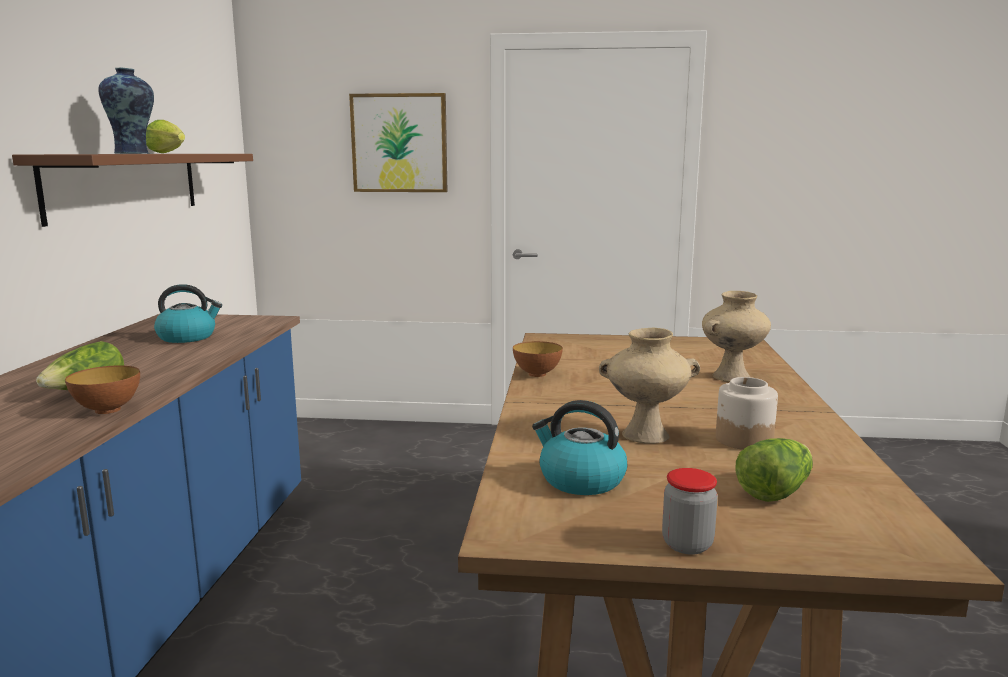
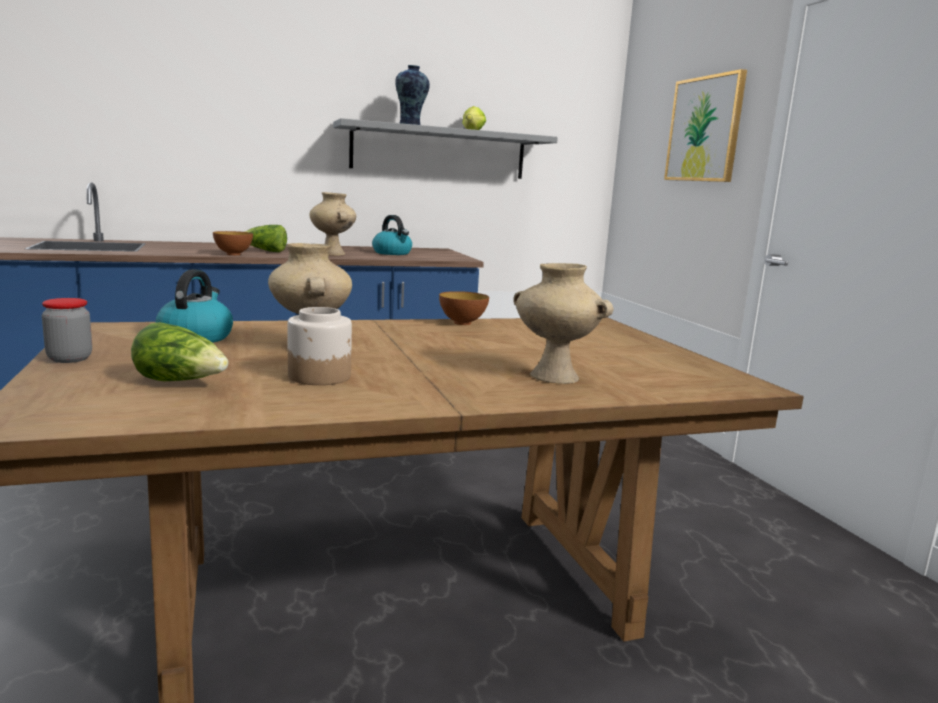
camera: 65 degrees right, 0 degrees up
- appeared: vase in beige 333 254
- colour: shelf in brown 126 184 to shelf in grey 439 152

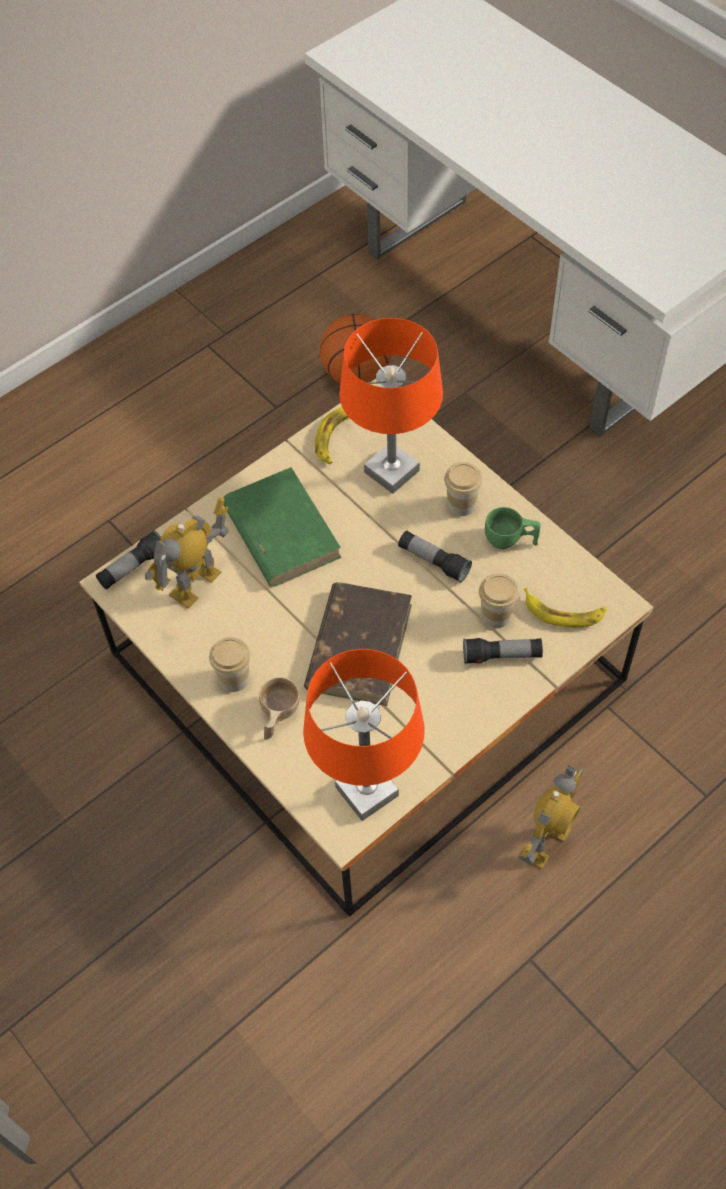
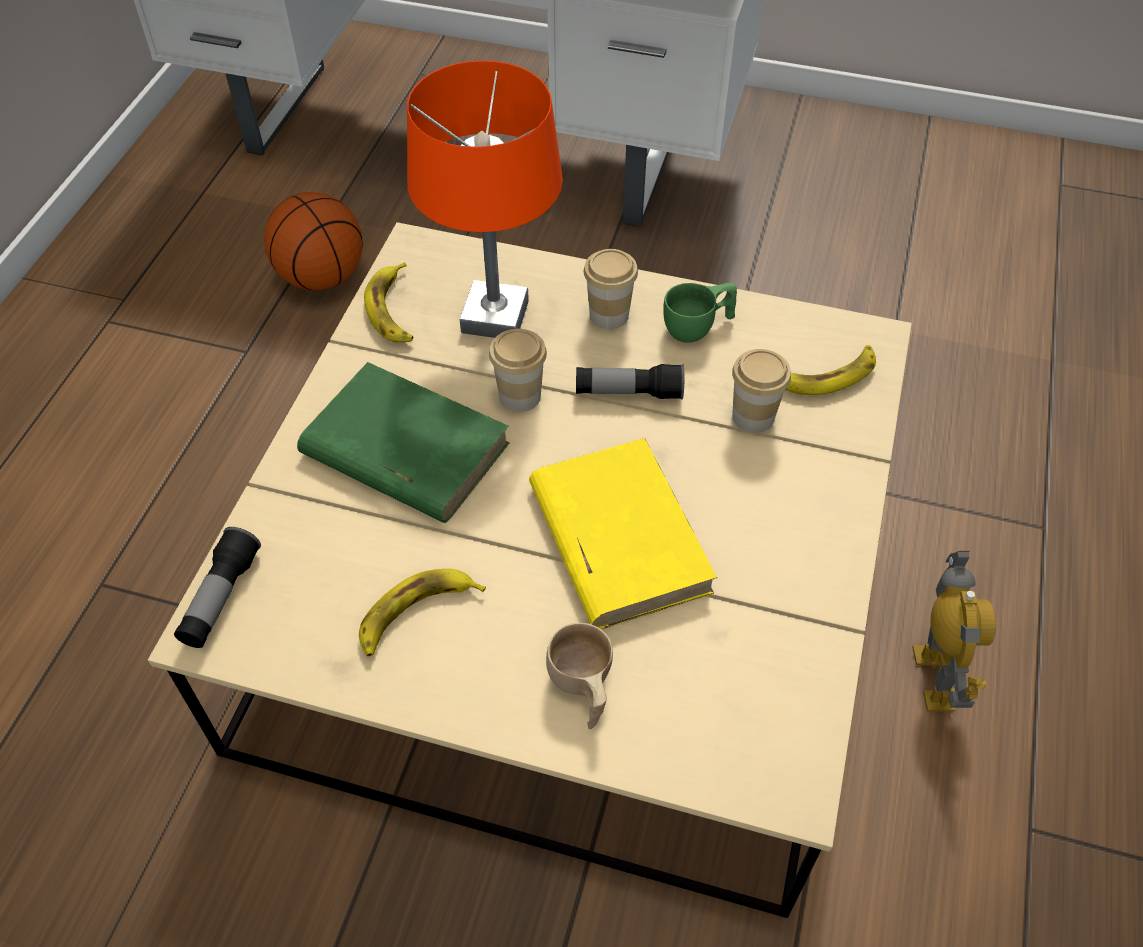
camera: 35 degrees left, 5 degrees down
- missing: toy robot 196 585
- missing: table lamp in orange 367 791
- missing: flashlight 502 656
- appeared: banana 416 614
- relocated: cup 234 678 to 520 396
- colour: book in brown 359 645 to book in yellow 618 537

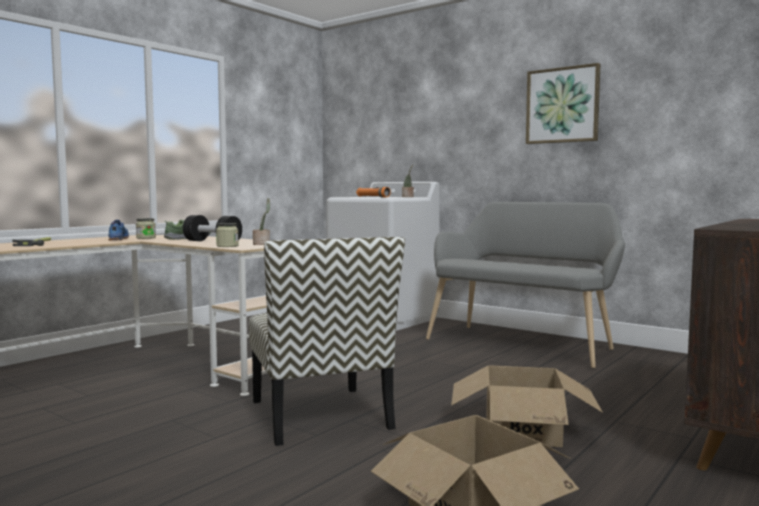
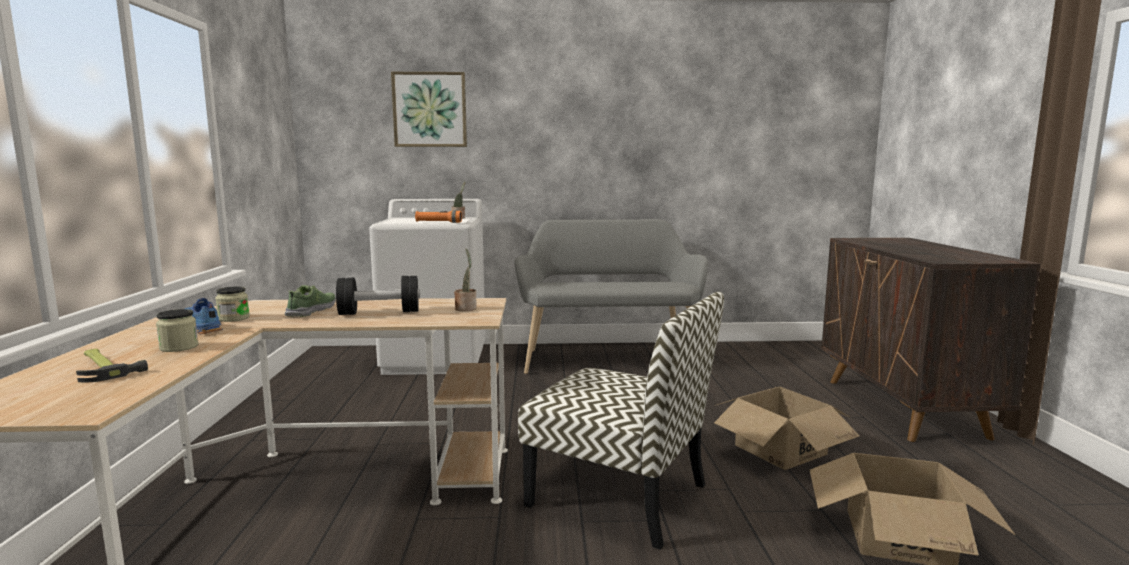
camera: 40 degrees left, 5 degrees up
- relocated: jar 227 246 to 179 347
- relocated: picture 562 105 to 430 110

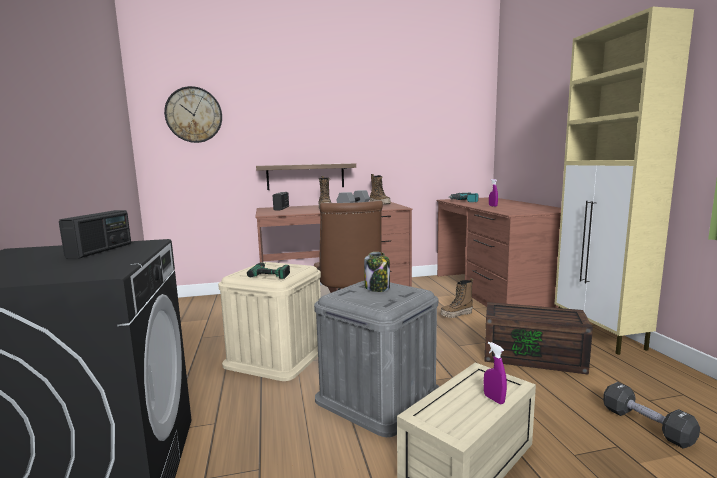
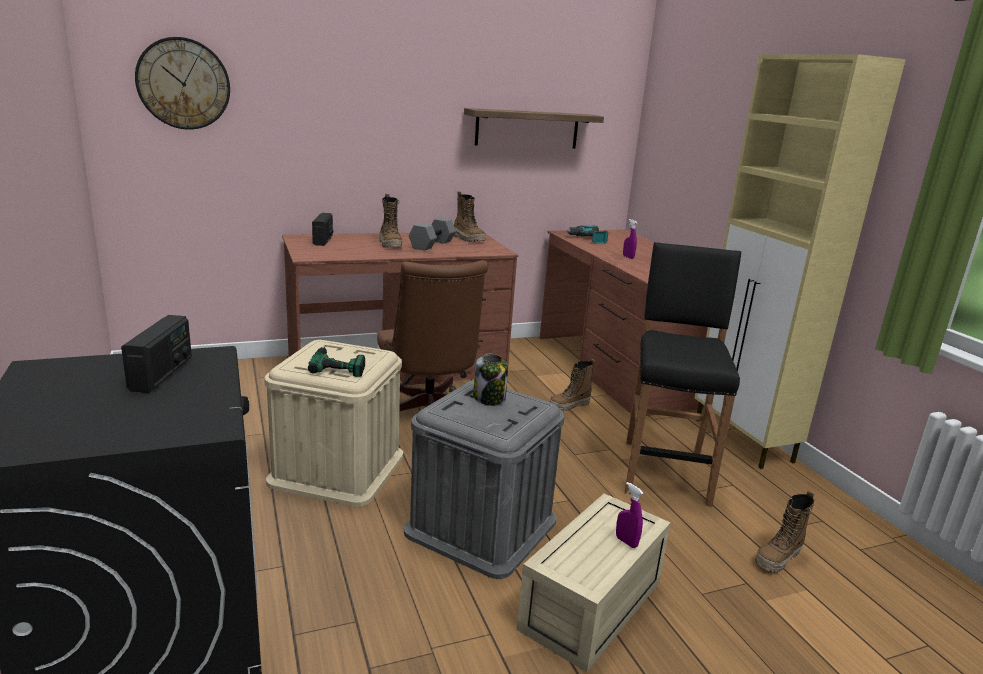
camera: 10 degrees left, 10 degrees up
- relocated: shelf 305 176 to 527 129
- exchanged: storage box in brown 534 356 to stool in black 665 470
- exchanged: dumbbell in black 646 425 to boot 778 559

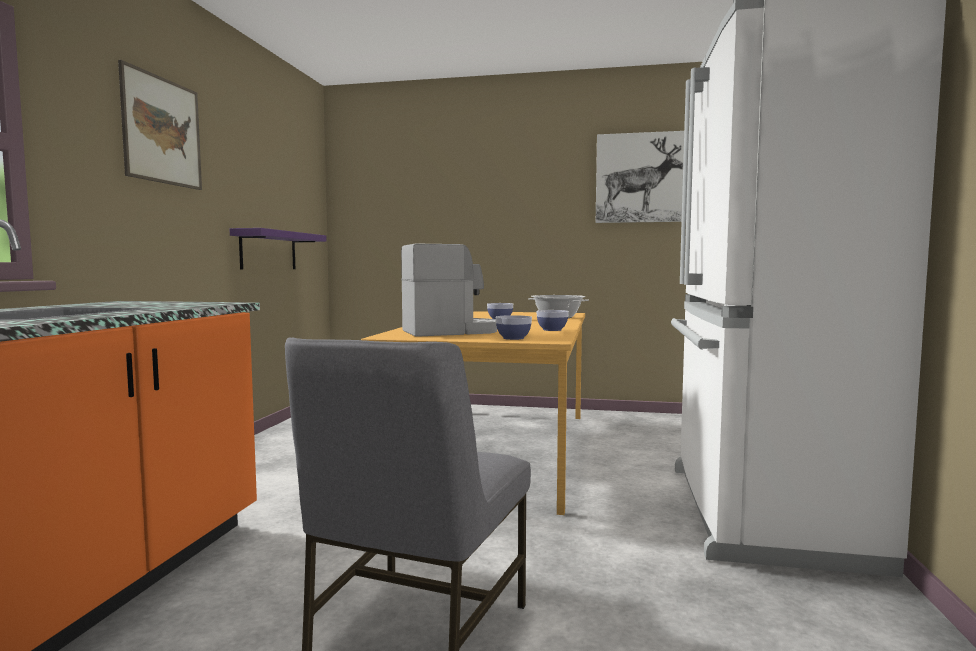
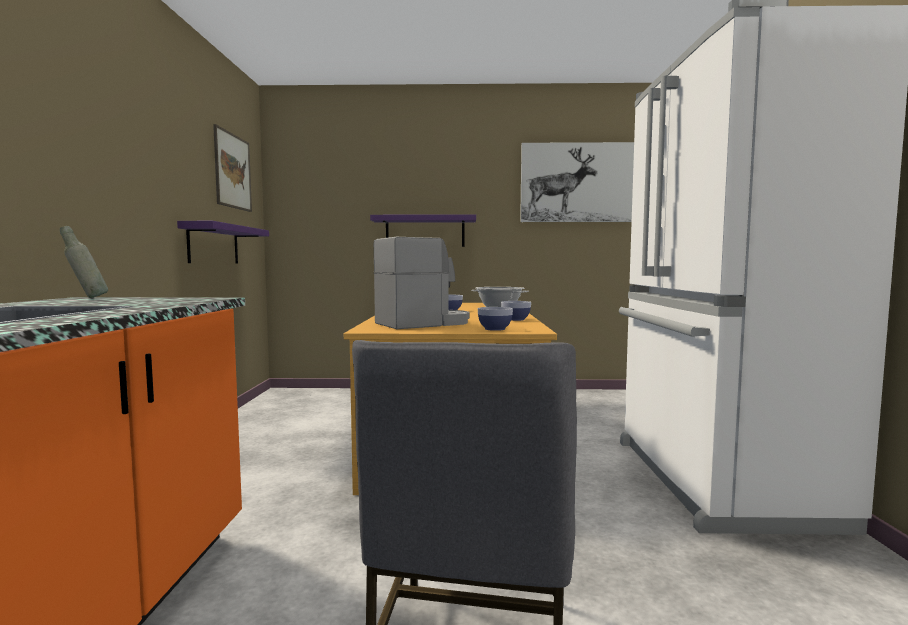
camera: 10 degrees left, 0 degrees up
- appeared: bottle in grey 86 298
- appeared: shelf in purple 425 231
- relocated: picture 162 131 to 233 171

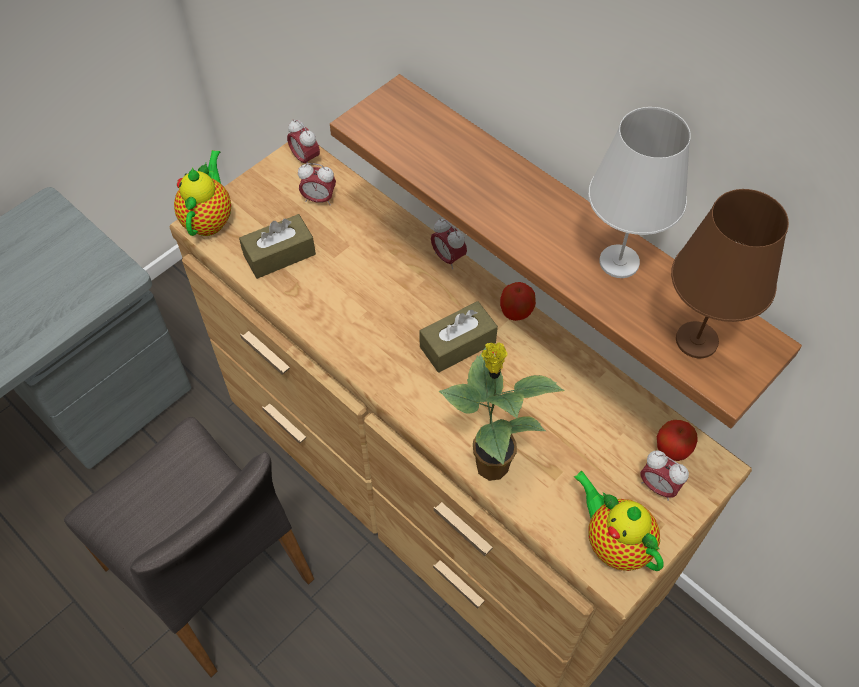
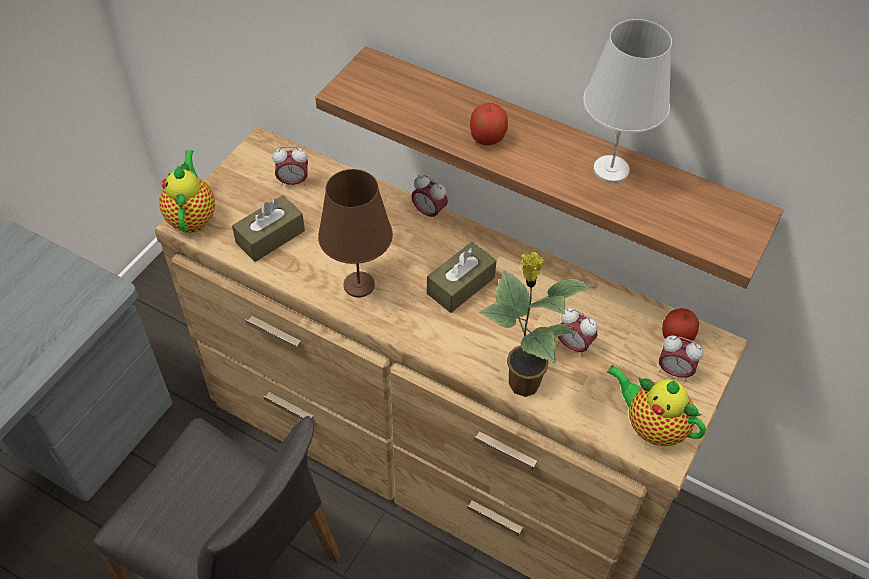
camera: 15 degrees left, 5 degrees down
- relocated: alarm clock 305 159 to 573 345
- relocated: apple 516 311 to 487 139
- relocated: table lamp in brown 697 340 to 359 285

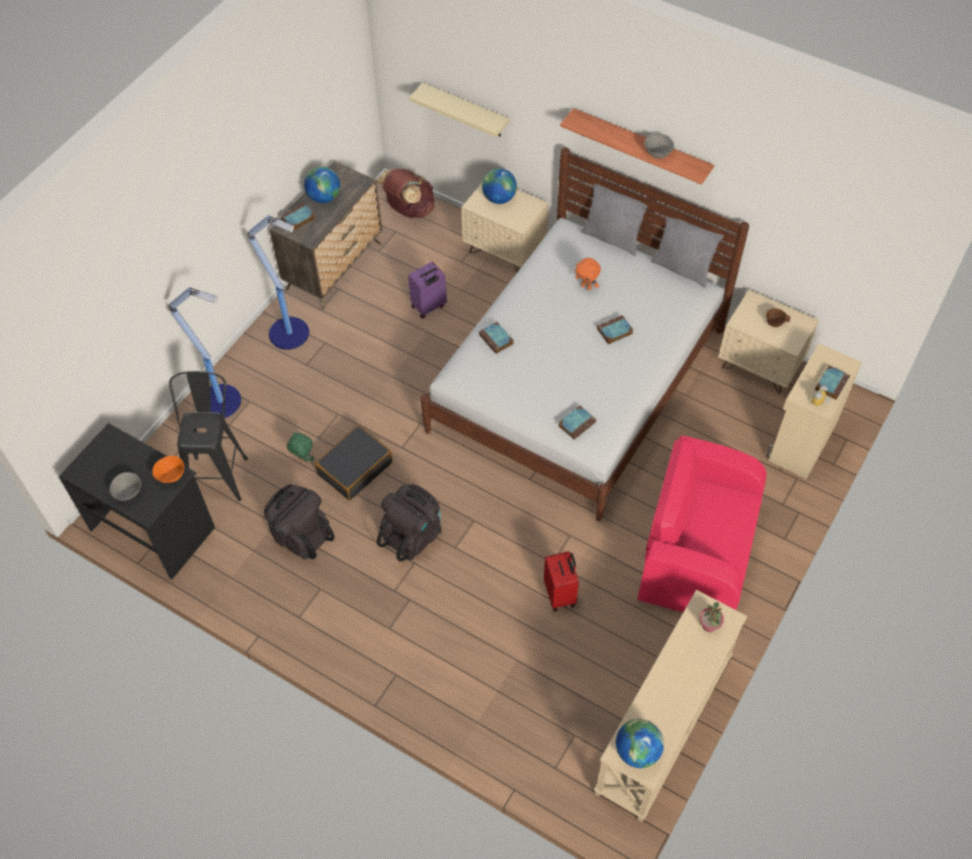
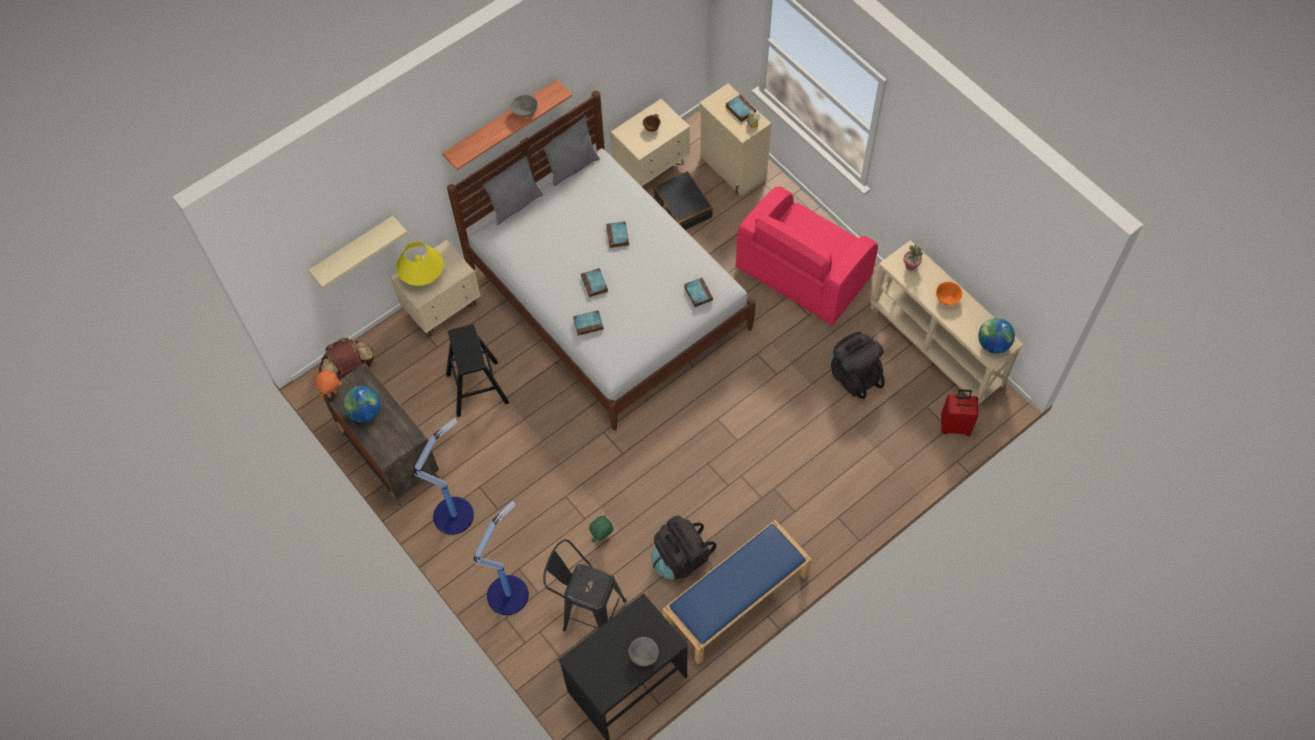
camera: 70 degrees left, 5 degrees up
- appeared: bench in blue 736 600
- relocated: bowl in orange 171 475 to 947 298
- relocated: book 298 219 to 595 284
- relocated: suitcase in black 354 468 to 682 207
- relocated: backpack in black 413 534 to 853 375
- relocated: suitcase in red 560 594 to 955 425
- relocated: plush toy in orange 586 286 to 332 393
- exchanged: suitcase in purple 429 307 to stool in black 477 388
- exchanged: globe 499 198 to table lamp in yellow 422 276

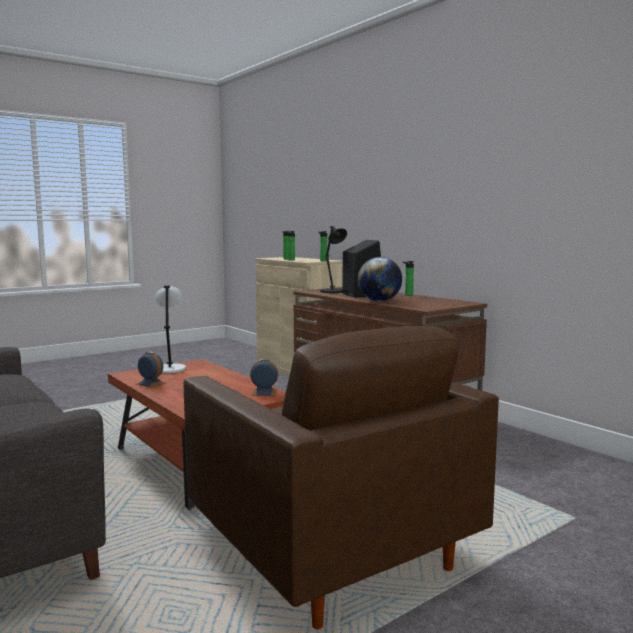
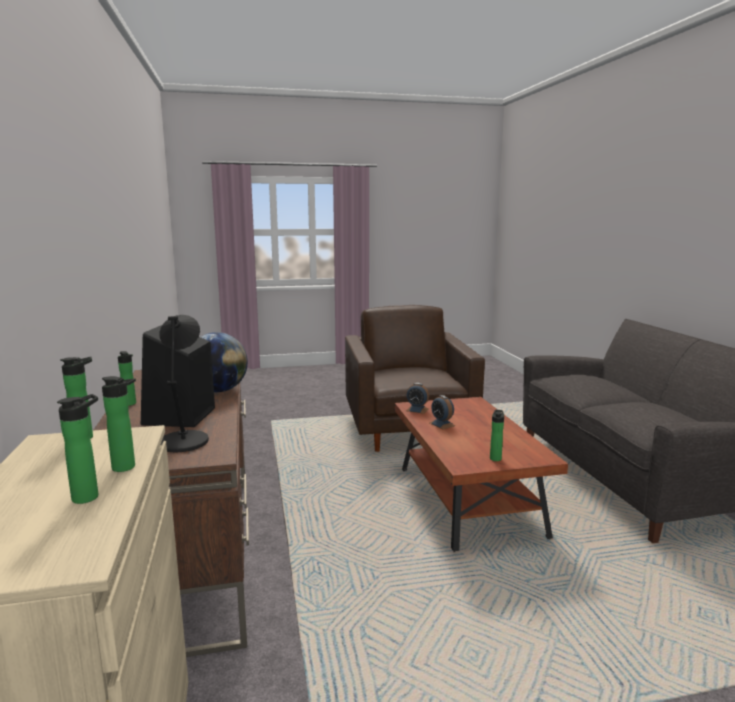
camera: 155 degrees left, 5 degrees up
- relocated: alarm clock 151 383 to 442 424
- exchanged: table lamp in grey 170 369 to bottle 495 458

